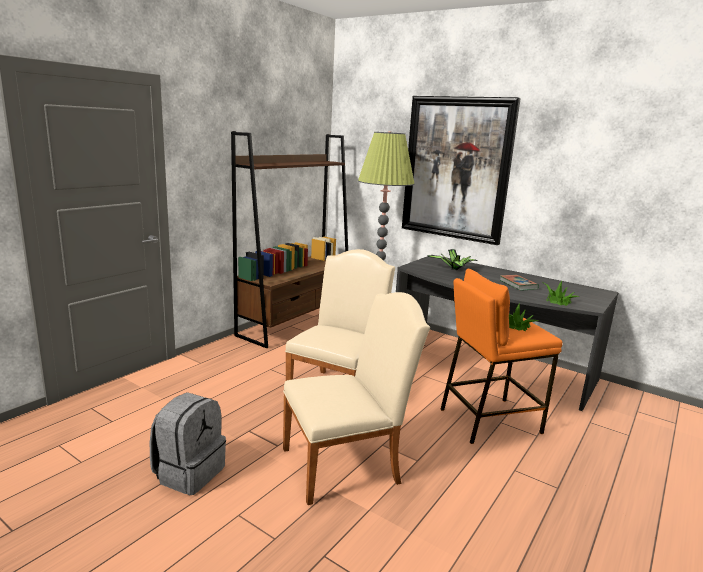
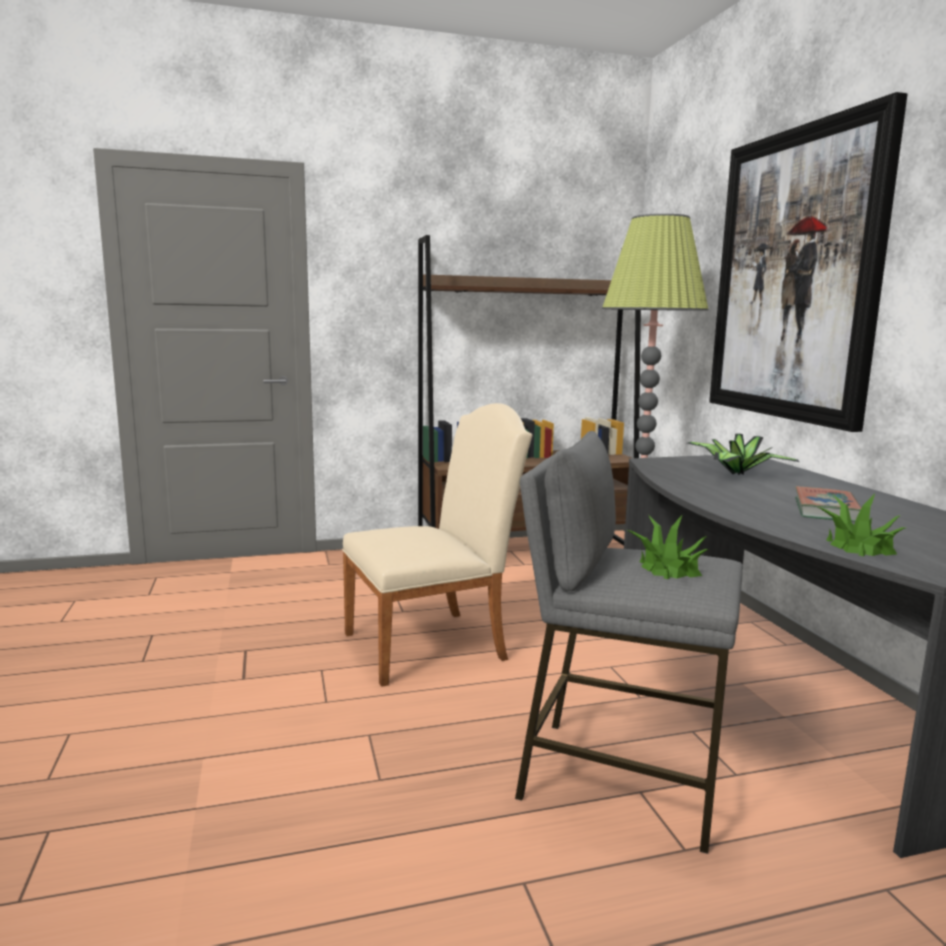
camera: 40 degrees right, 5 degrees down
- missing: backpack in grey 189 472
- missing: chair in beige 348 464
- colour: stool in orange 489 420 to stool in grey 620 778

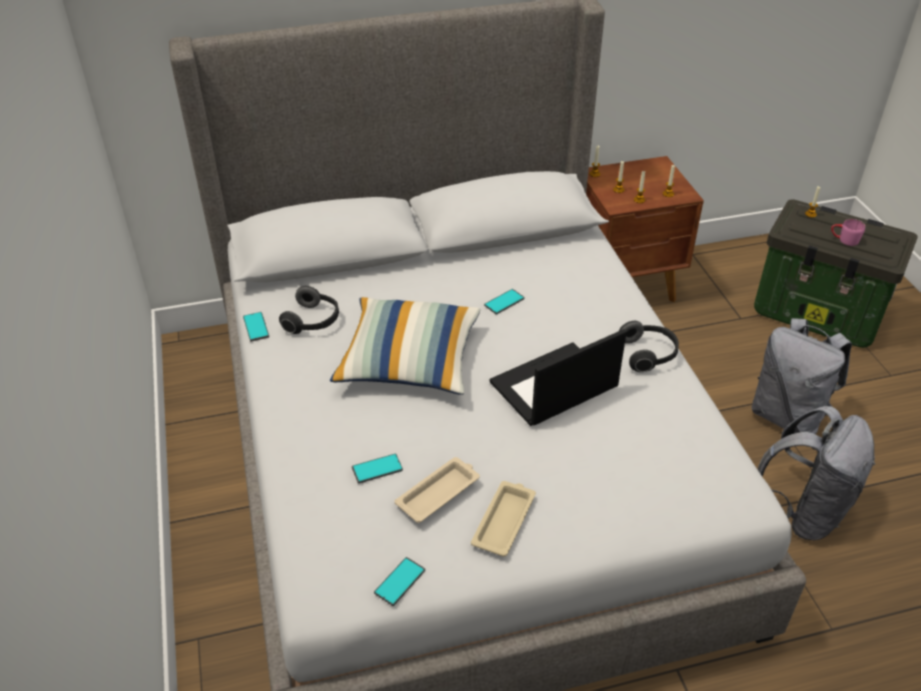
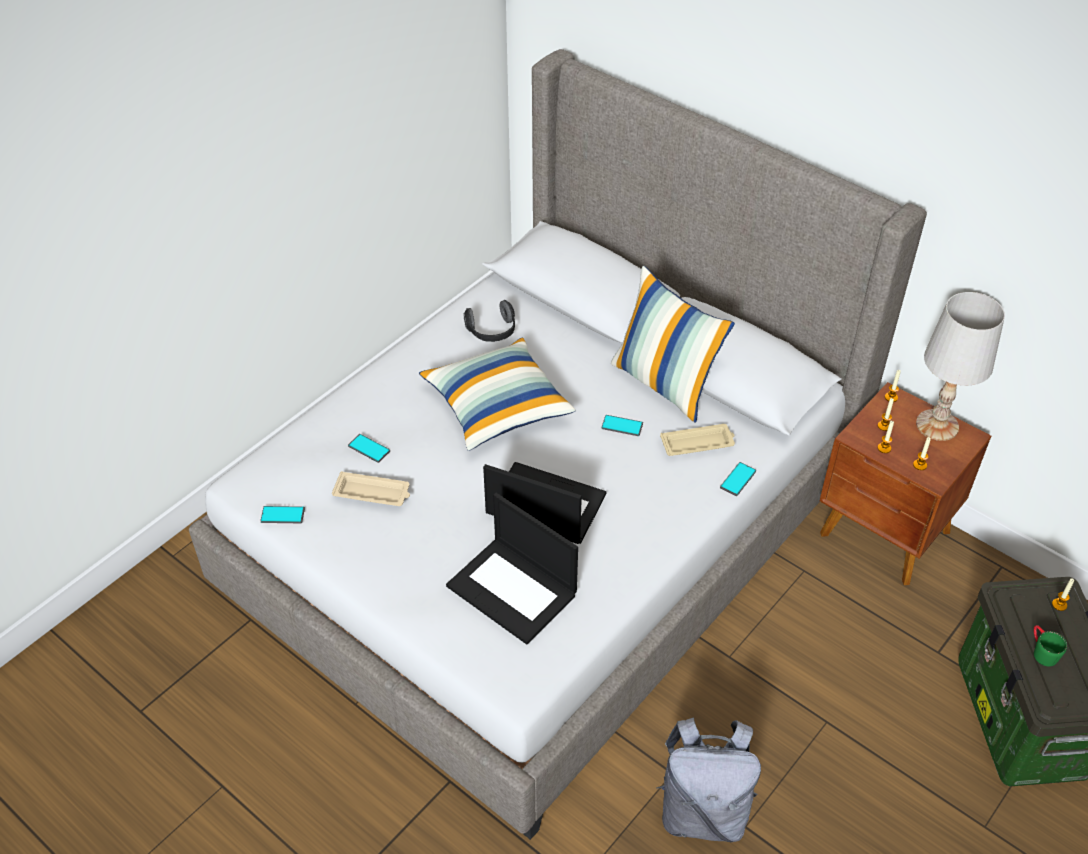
camera: 55 degrees right, 5 degrees up
- missing: headphones 648 354
- missing: backpack in grey 788 416
- appeared: laptop 513 590
- appeared: pillow 665 383
- appeared: table lamp in white 937 425
- relocated: phone 256 327 to 738 479
- relocated: tray in beige 504 520 to 698 443
- colour: mug in pink 844 240 to mug in green 1041 651

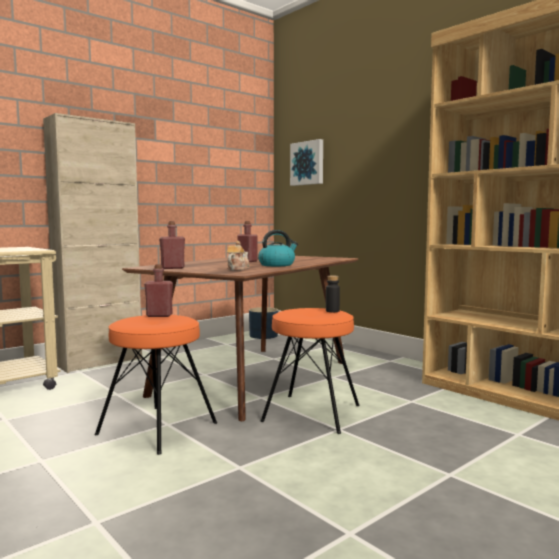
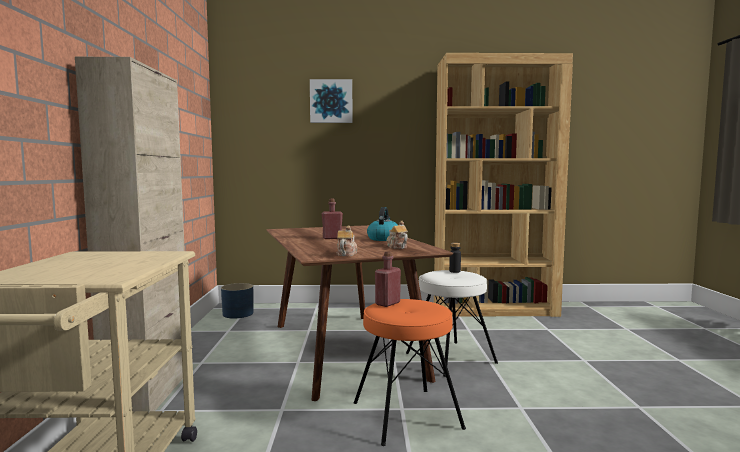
camera: 50 degrees left, 0 degrees up
- relocated: picture 308 163 to 331 101
- exchanged: bottle in red 172 268 to teapot 346 254
- colour: stool in orange 311 413 to stool in white 450 358

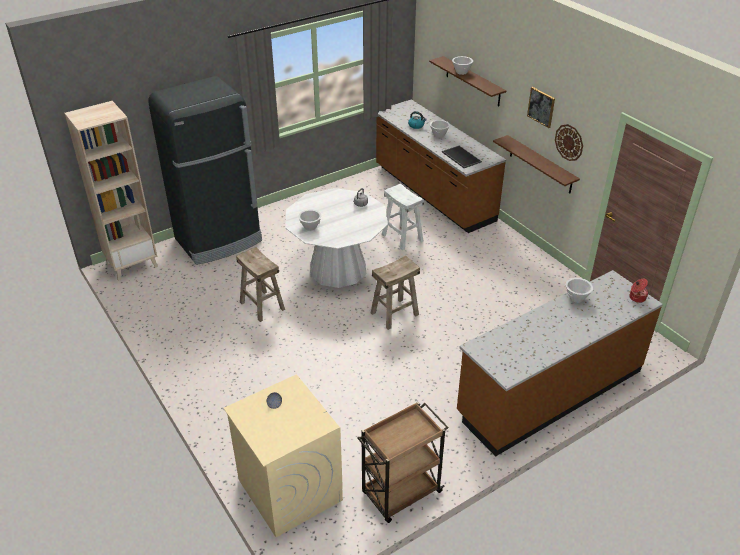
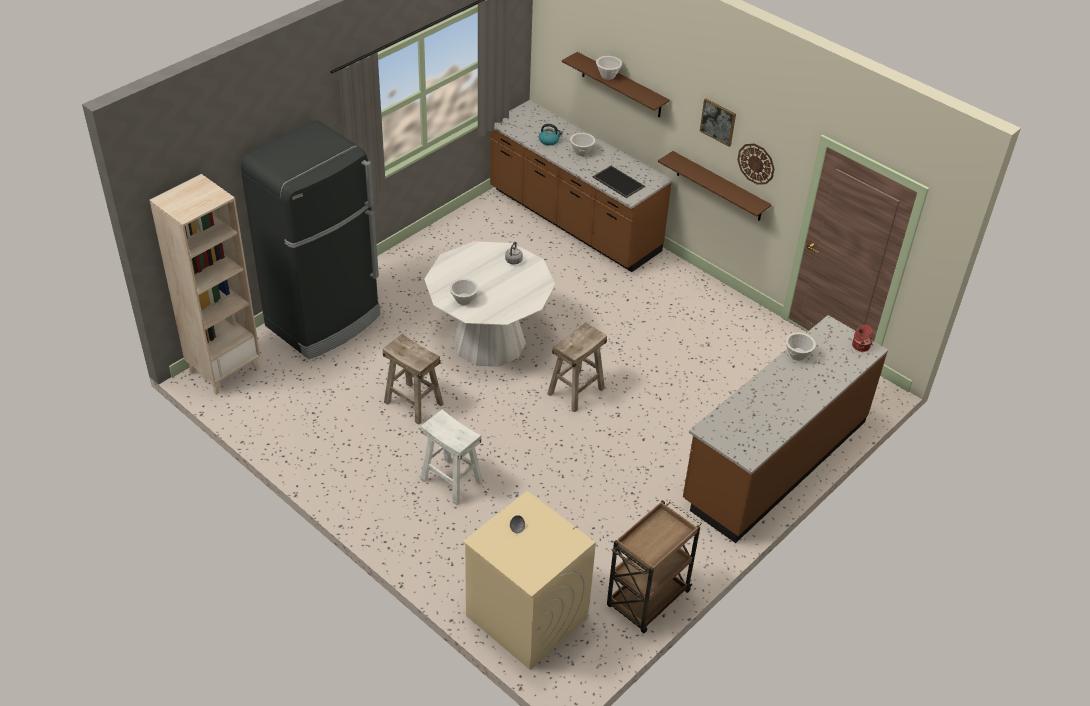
camera: 15 degrees left, 5 degrees up
- relocated: stool in white 402 237 to 452 481

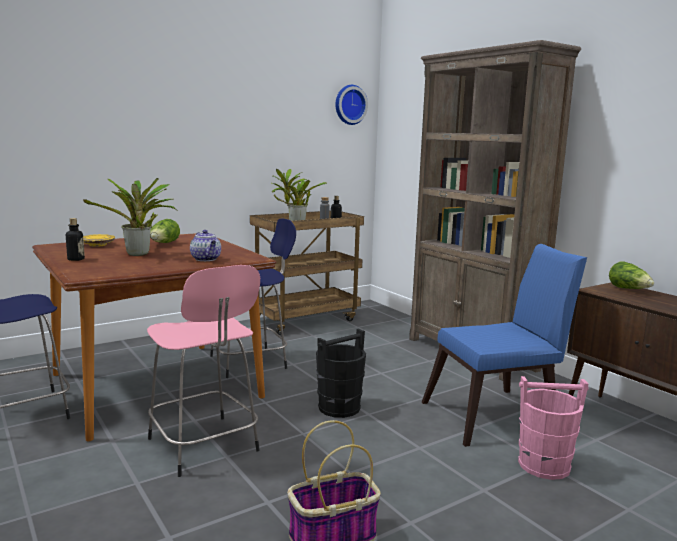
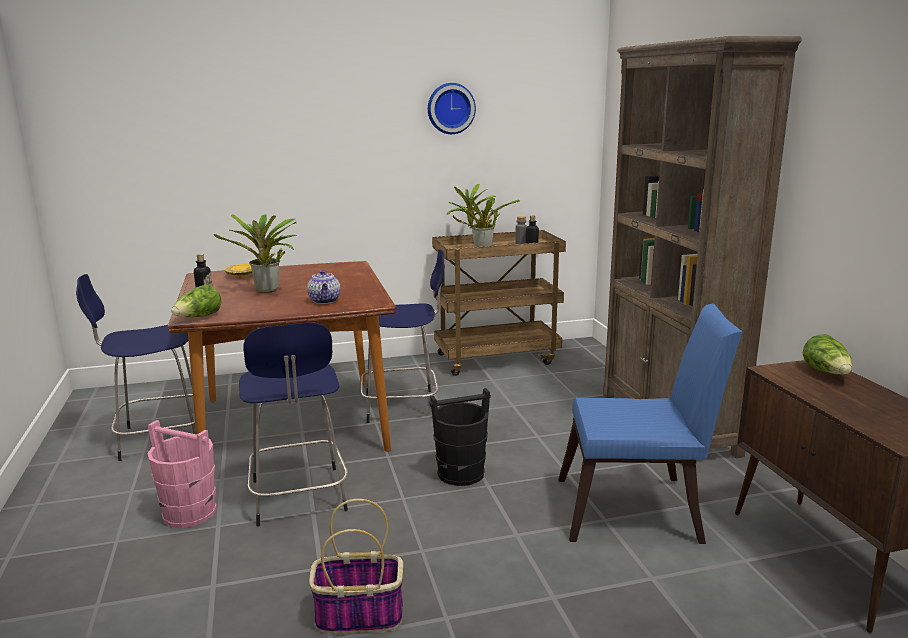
camera: 20 degrees right, 5 degrees up
- relocated: lettuce 164 244 to 198 318
- relocated: wall clock 349 105 to 450 108
- relocated: bucket in pink 544 465 to 190 513
- colour: stool in pink 204 447 to stool in blue 299 498

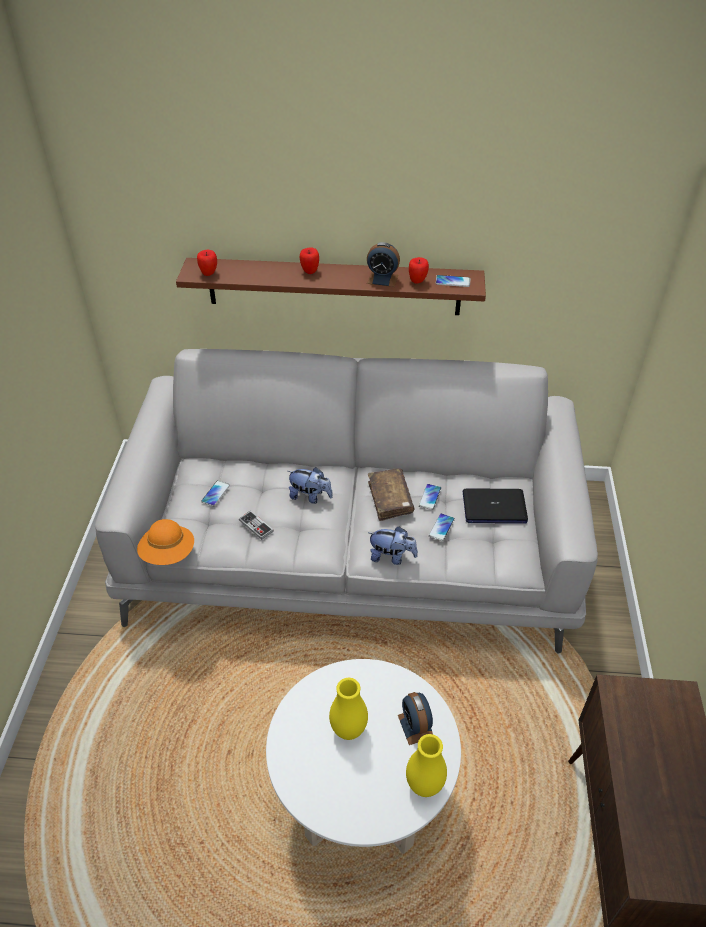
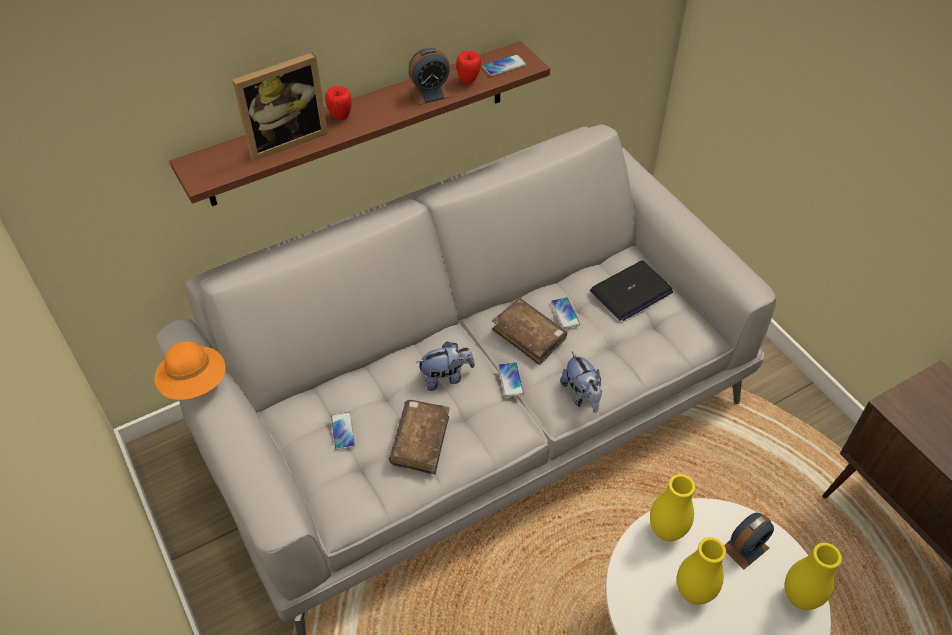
camera: 35 degrees left, 5 degrees up
- missing: apple 209 273
- appeared: picture frame 285 139
- appeared: vase in yellow 666 530
- relocated: hat in orange 168 553 to 194 383
- relocated: phone 441 527 to 510 380
- exchanged: game controller 256 526 to book in brown 420 441
- spun: plush toy 391 557 = 582 395 90 degrees clockwise
- spun: alarm clock 415 726 = 745 547 75 degrees counterclockwise

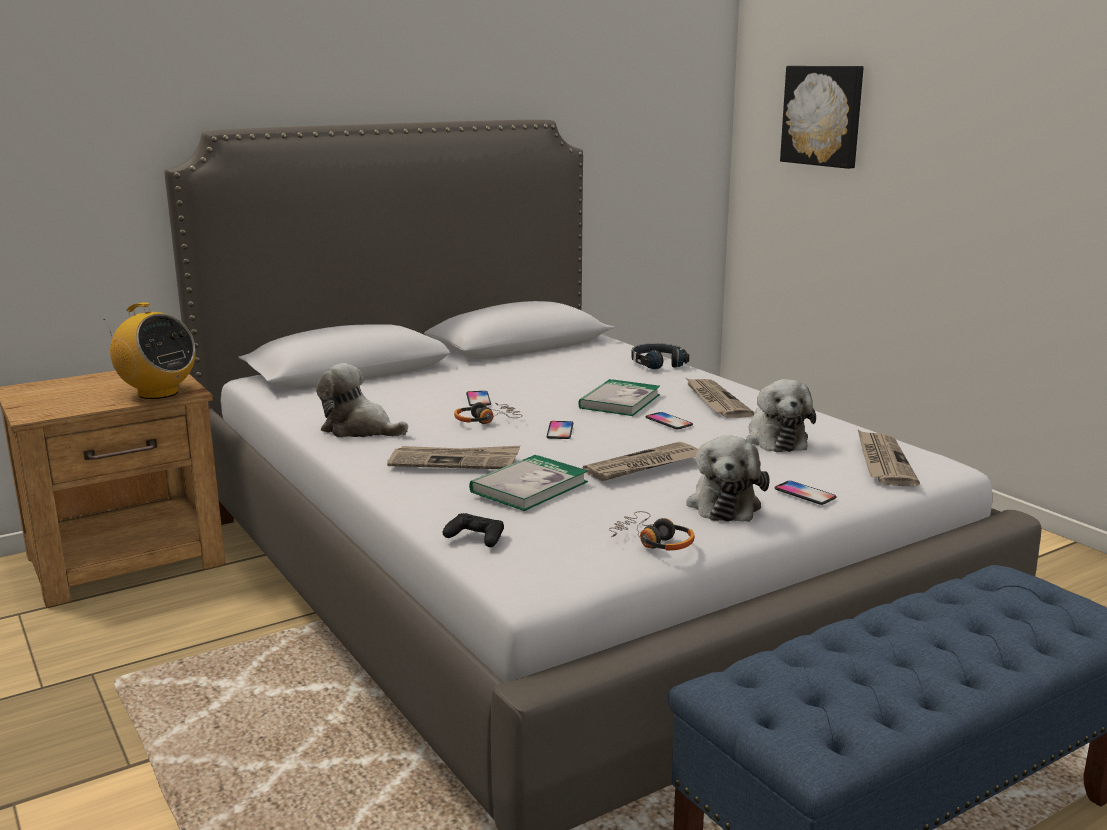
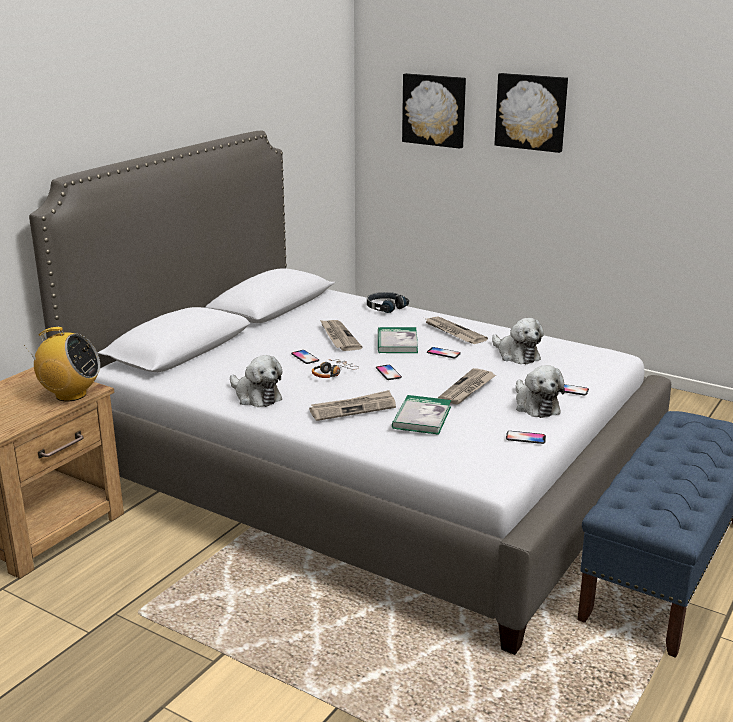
camera: 25 degrees left, 5 degrees up
- missing: game controller in black 476 537
- appeared: picture 531 112
- relocated: newspaper 883 462 to 338 337
- exchanged: headphones 652 541 to phone 525 438
- spun: plush toy 359 429 = 256 396 135 degrees counterclockwise

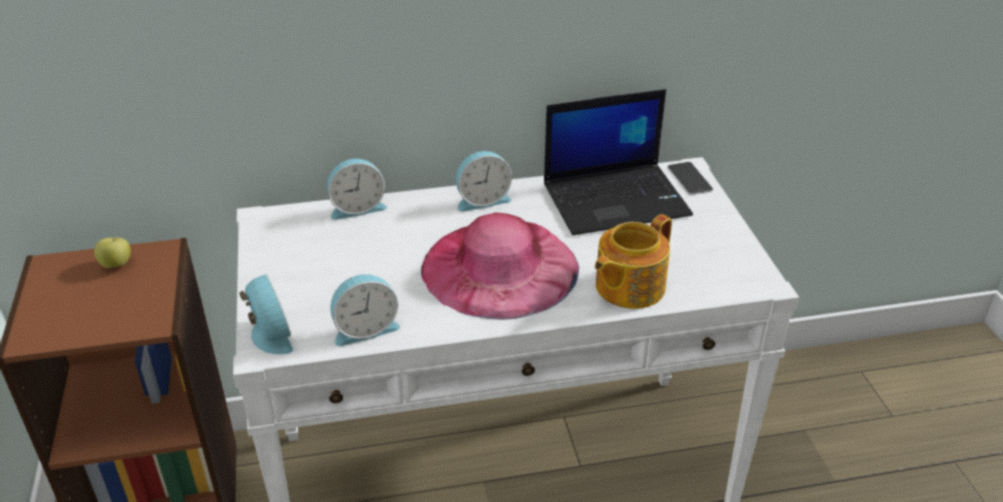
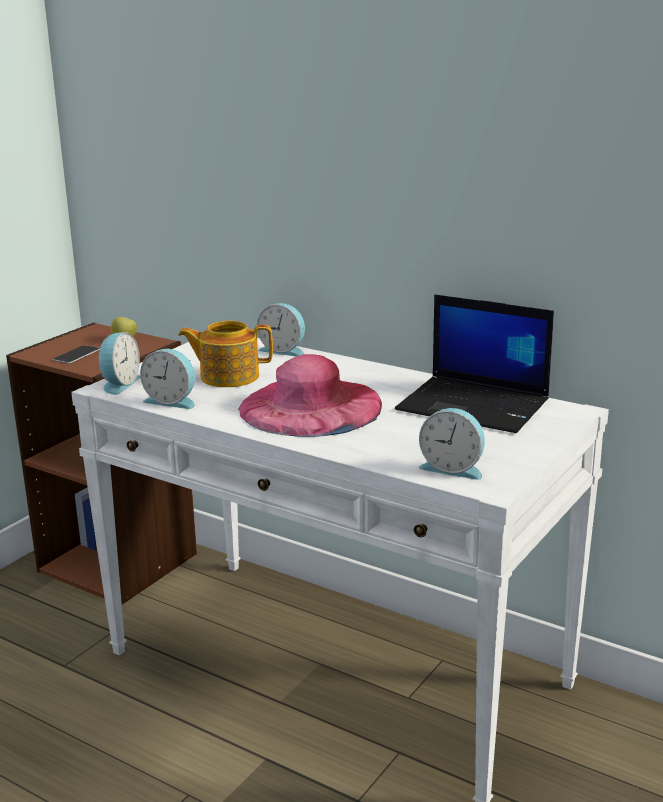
camera: 45 degrees right, 15 degrees down
- relocated: alarm clock 482 200 to 453 468
- relocated: teapot 628 287 to 228 376
- relocated: phone 689 178 to 76 355

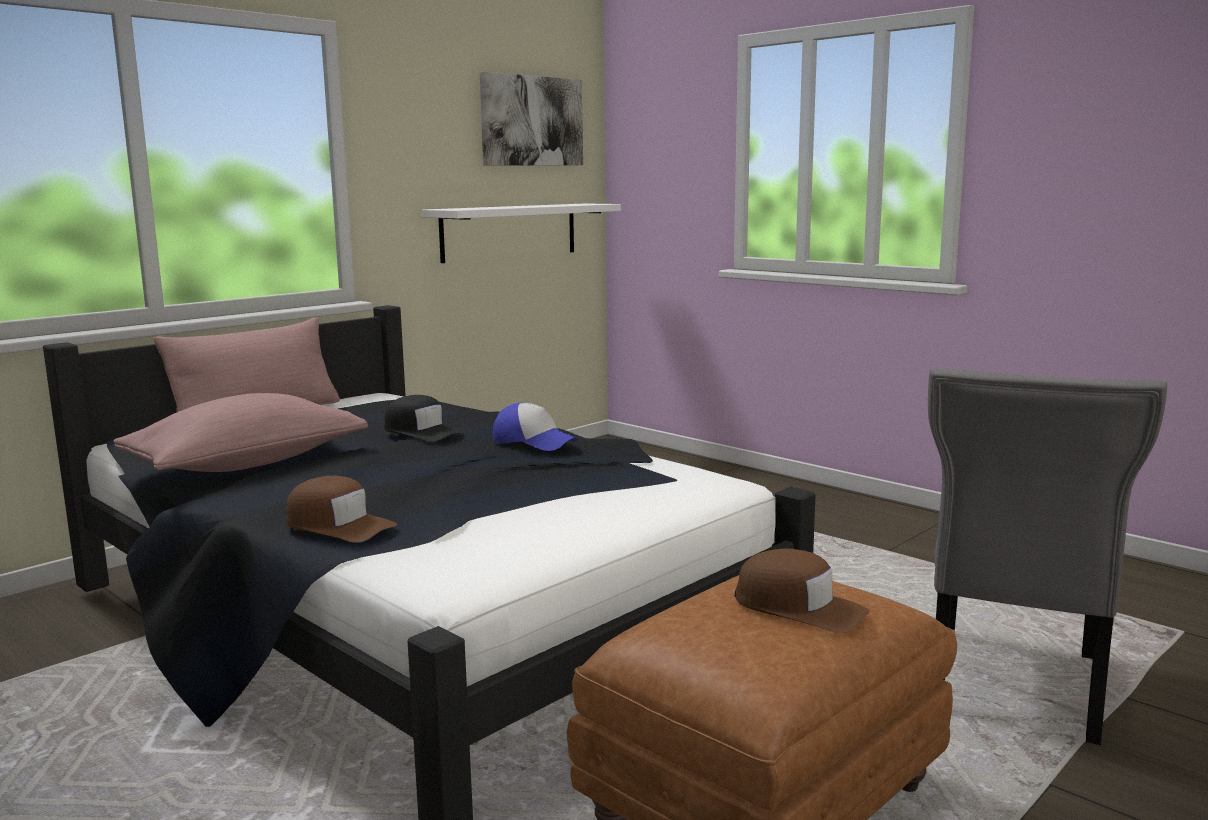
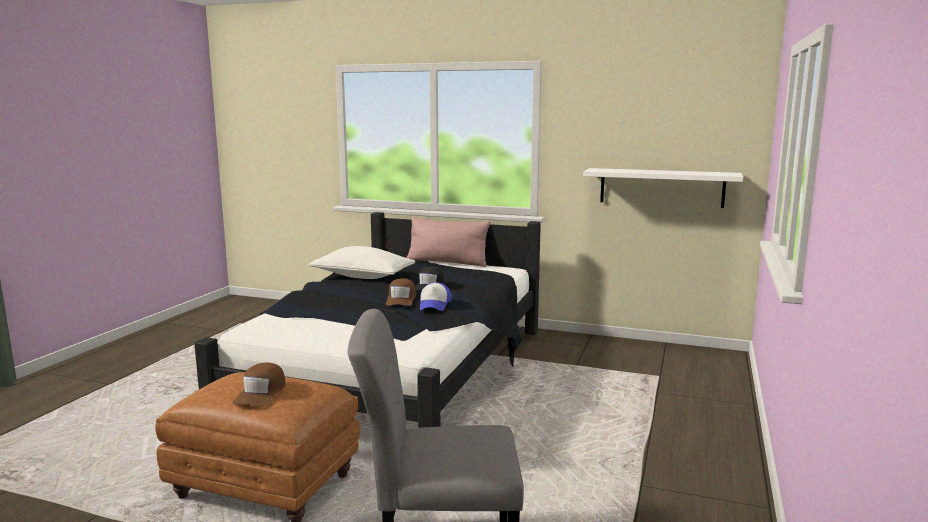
camera: 65 degrees right, 0 degrees up
- missing: picture 531 121
- relocated: cap in brown 339 526 to 401 299
- colour: pillow in pink 247 464 to pillow in white 363 277

